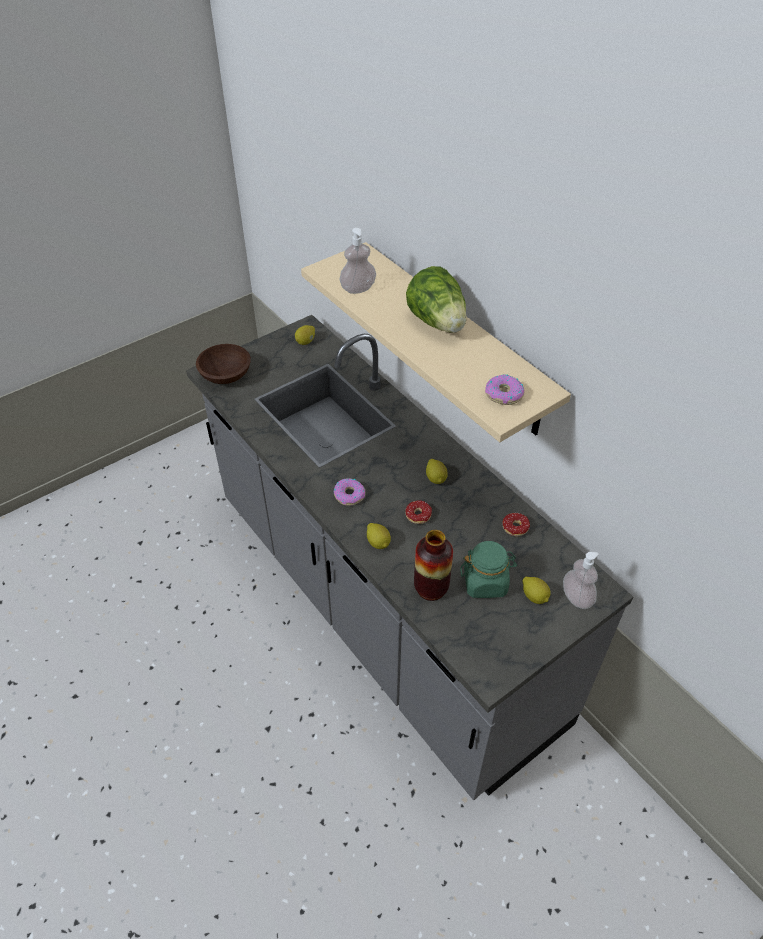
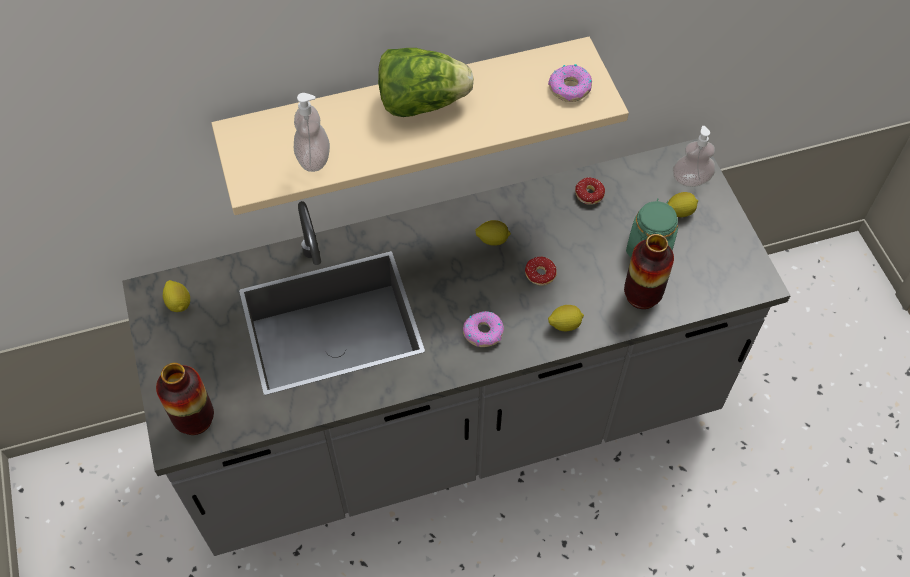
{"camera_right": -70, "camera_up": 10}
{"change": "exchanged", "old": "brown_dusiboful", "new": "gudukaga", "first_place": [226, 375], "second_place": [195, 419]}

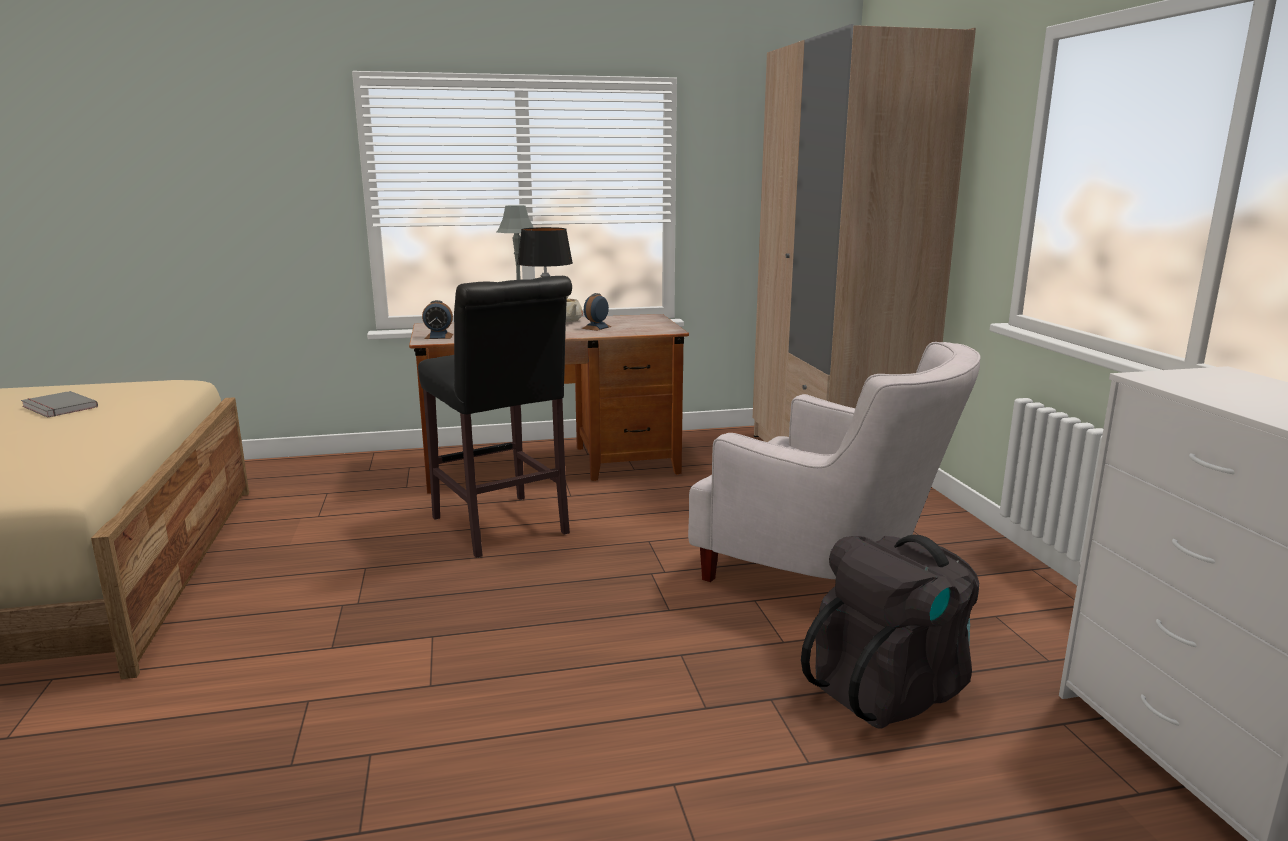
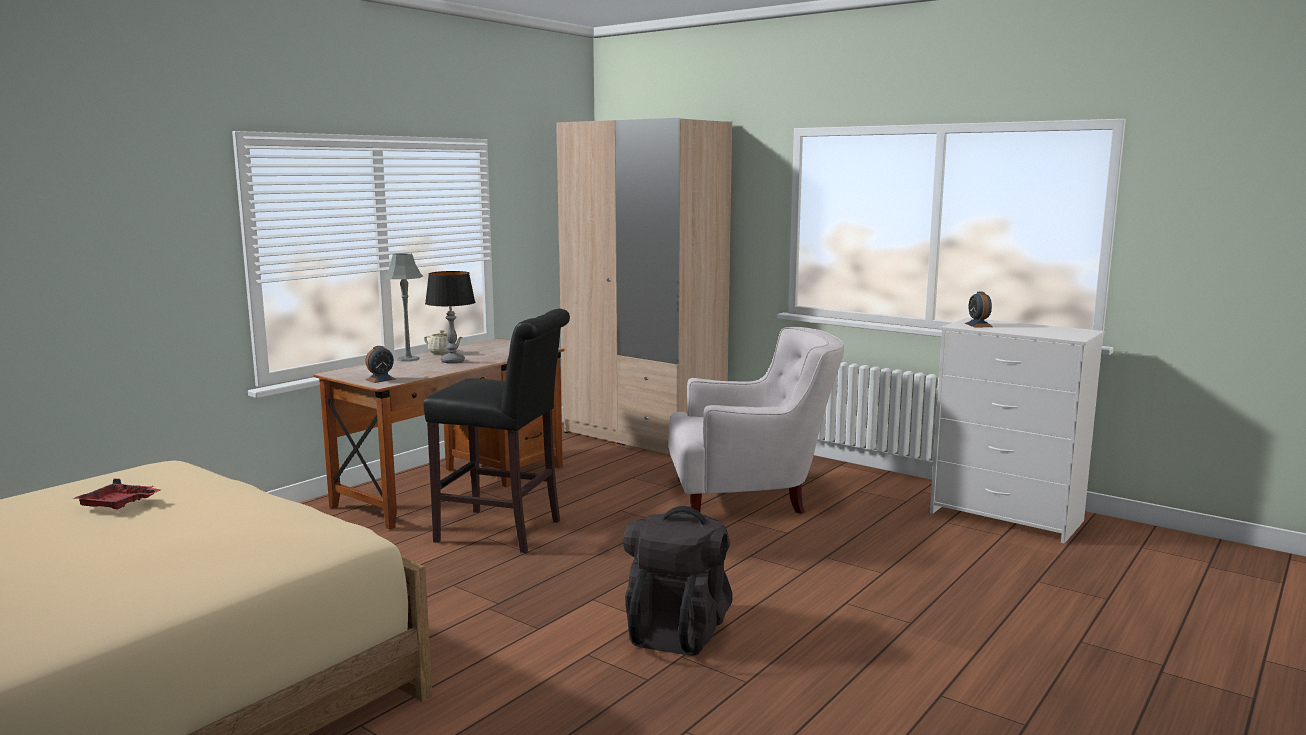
{"camera_right": -40, "camera_up": -5}
{"change": "relocated", "old": "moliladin", "first_place": [596, 327], "second_place": [978, 325]}
{"change": "exchanged", "old": "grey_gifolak", "new": "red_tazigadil", "first_place": [57, 407], "second_place": [118, 504]}
{"change": "relocated", "old": "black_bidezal", "first_place": [889, 689], "second_place": [678, 630]}

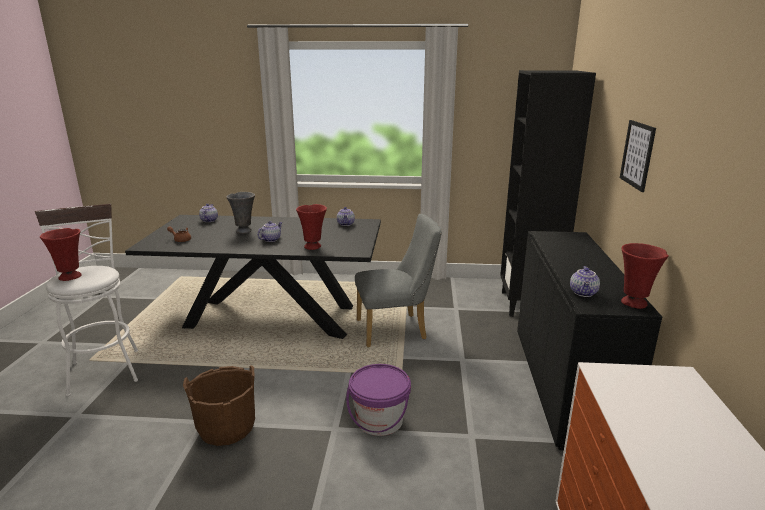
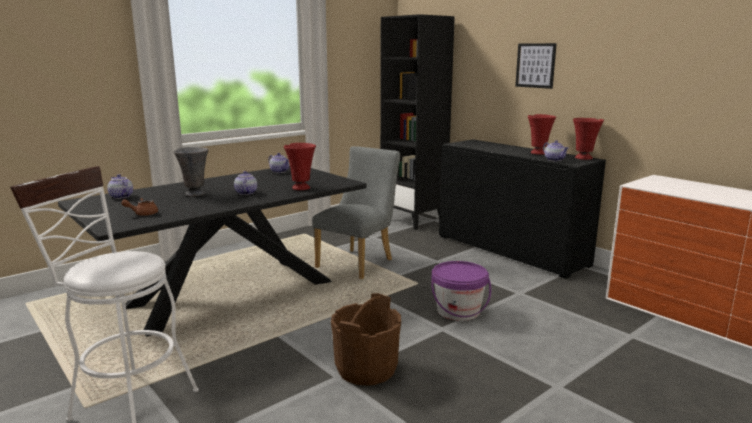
{"camera_right": -45, "camera_up": -5}
{"change": "relocated", "old": "red_gudukaga", "first_place": [71, 277], "second_place": [538, 153]}

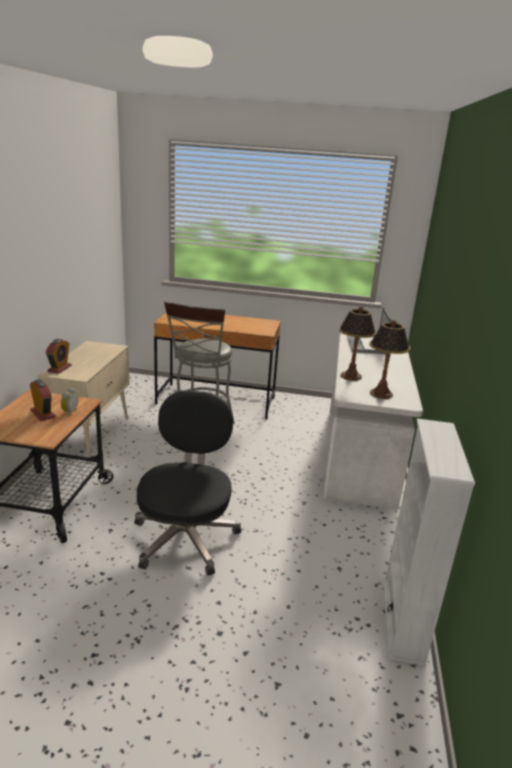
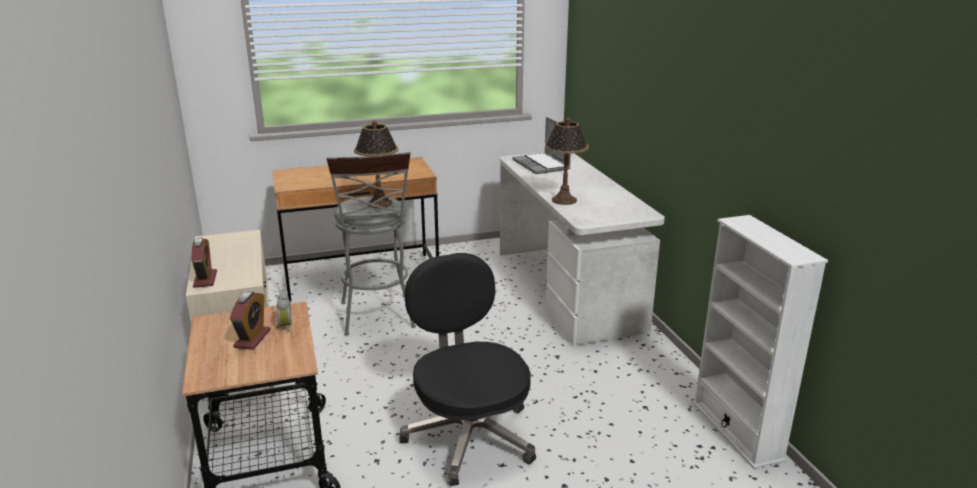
{"camera_right": -25, "camera_up": 0}
{"change": "relocated", "old": "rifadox", "first_place": [381, 393], "second_place": [379, 203]}
{"change": "spun", "old": "moliladin", "first_place": [43, 414], "second_place": [252, 339], "degrees": 75}

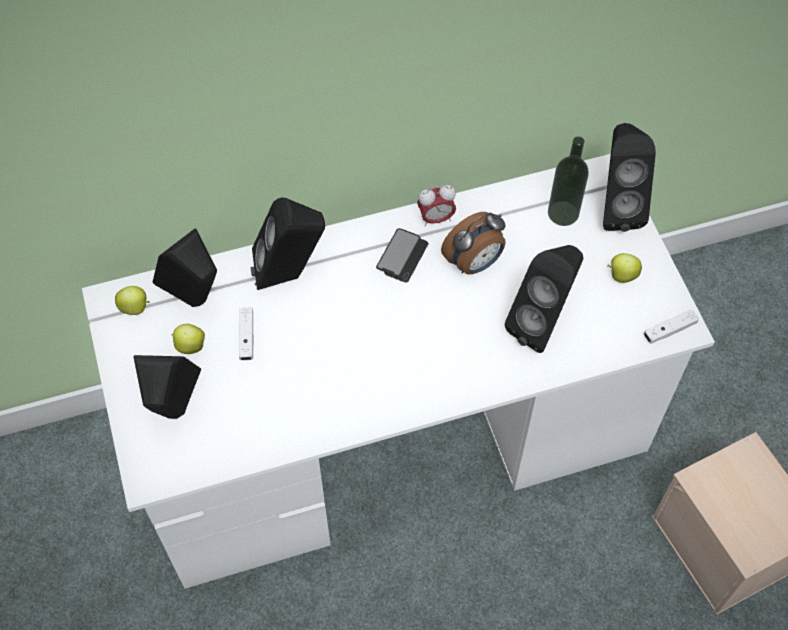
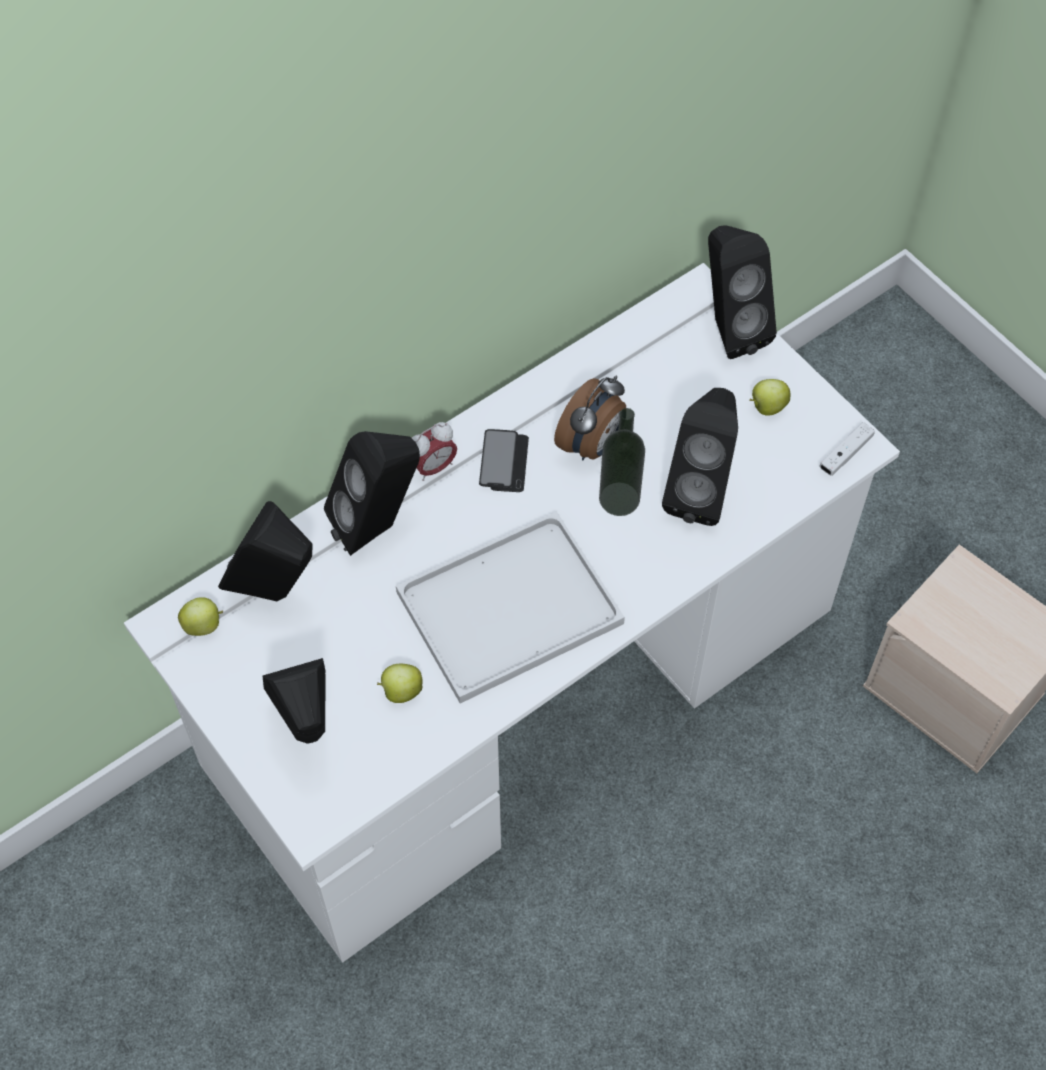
{"camera_right": -20, "camera_up": 0}
{"change": "relocated", "old": "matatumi", "first_place": [563, 213], "second_place": [619, 499]}
{"change": "relocated", "old": "moliladin", "first_place": [436, 218], "second_place": [433, 467]}
{"change": "missing", "old": "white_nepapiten", "first_place": [247, 337]}
{"change": "relocated", "old": "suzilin", "first_place": [189, 346], "second_place": [401, 691]}
{"change": "appeared", "new": "white_tazigadil", "second_place": [512, 604]}

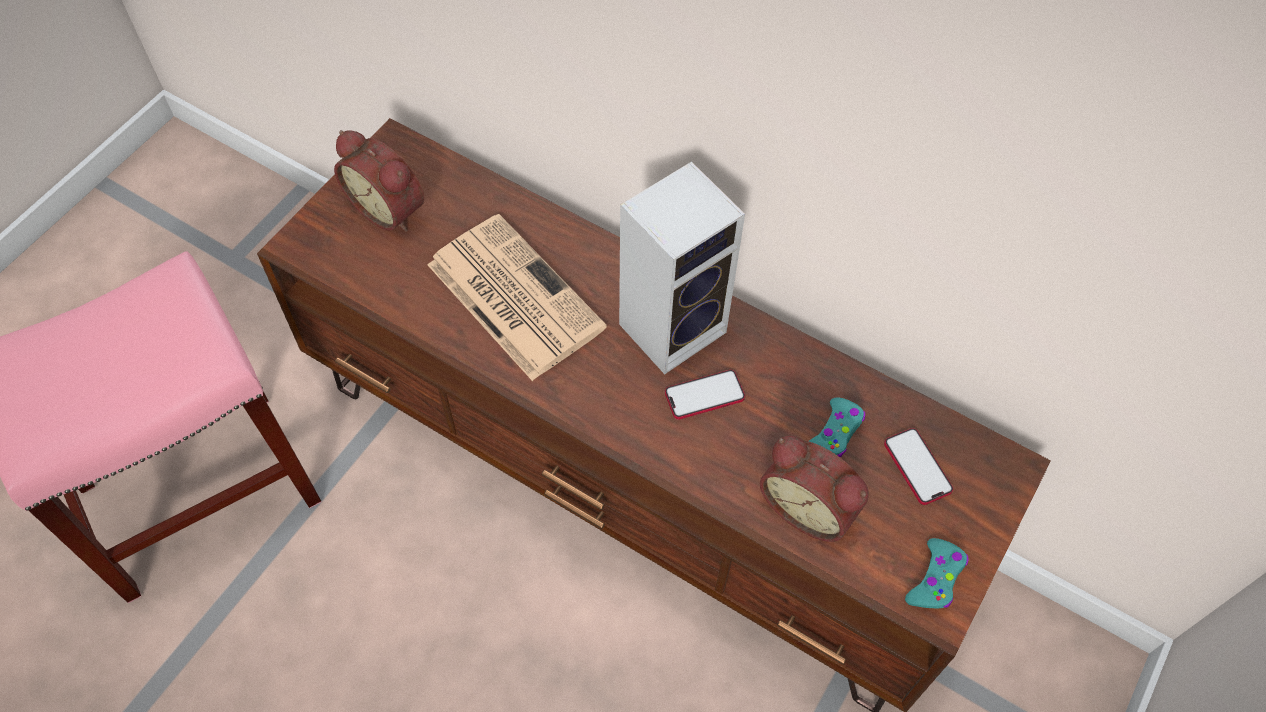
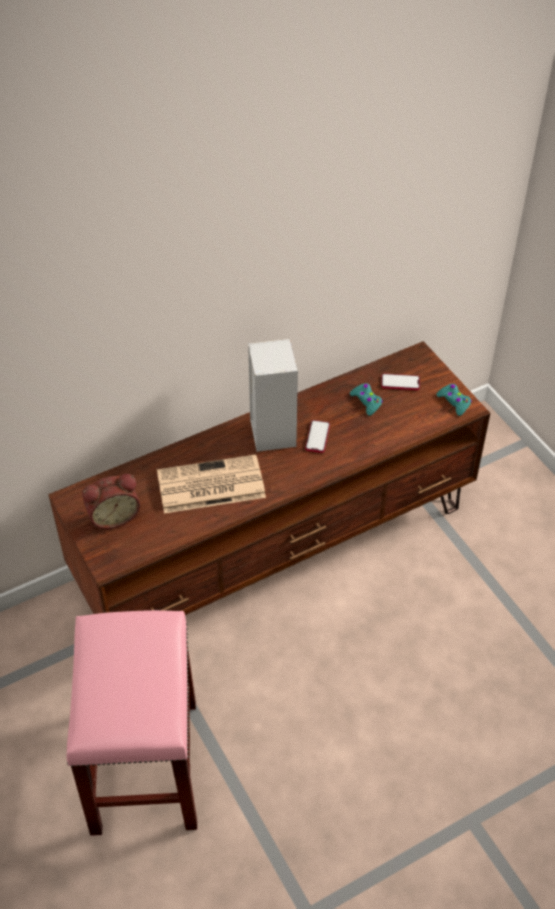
{"camera_right": -60, "camera_up": -10}
{"change": "missing", "old": "moliladin", "first_place": [809, 505]}

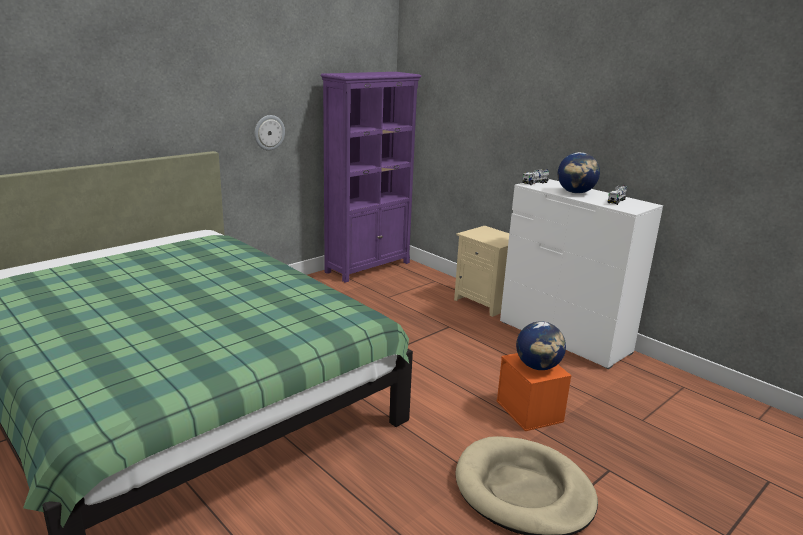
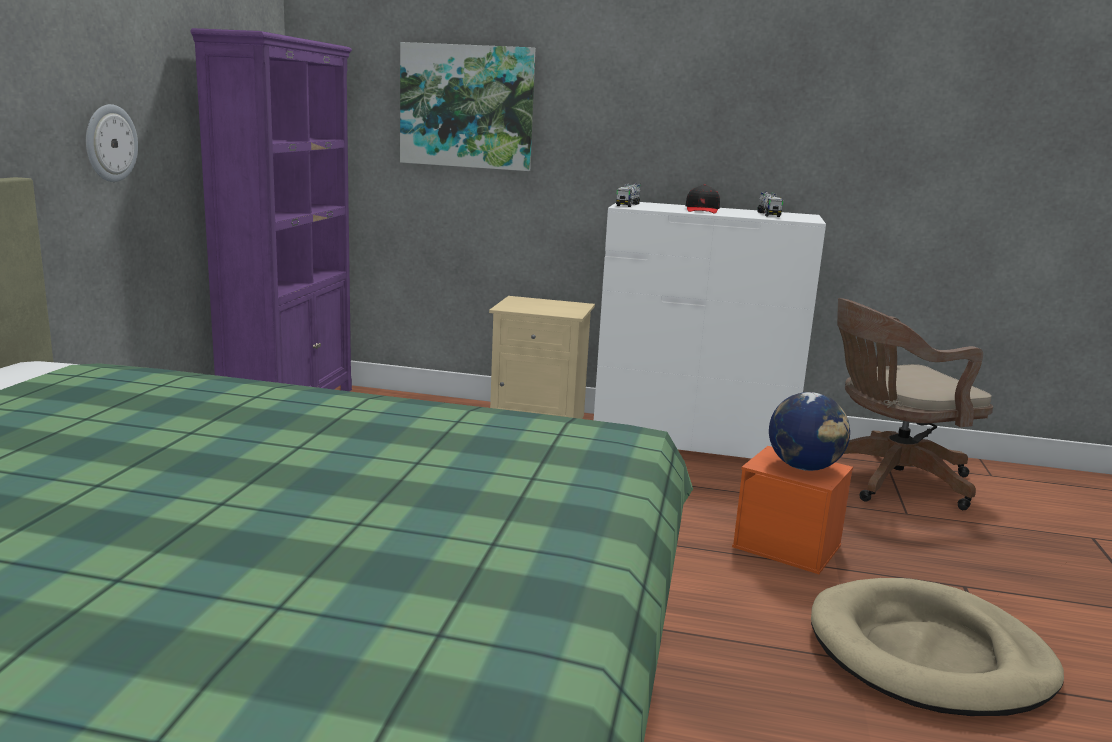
{"camera_right": -35, "camera_up": -5}
{"change": "exchanged", "old": "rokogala", "new": "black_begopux", "first_place": [575, 192], "second_place": [702, 210]}
{"change": "appeared", "new": "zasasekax", "second_place": [467, 106]}
{"change": "appeared", "new": "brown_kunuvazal", "second_place": [888, 480]}

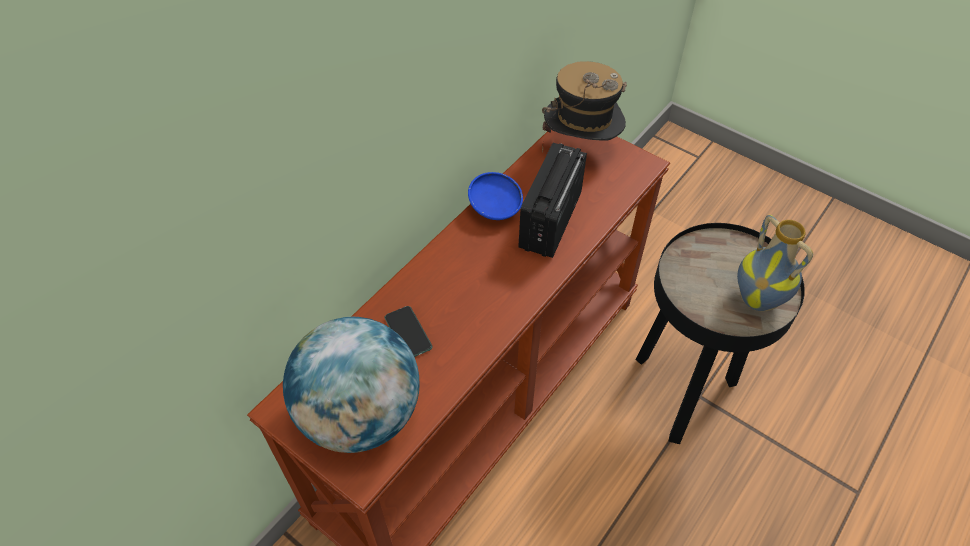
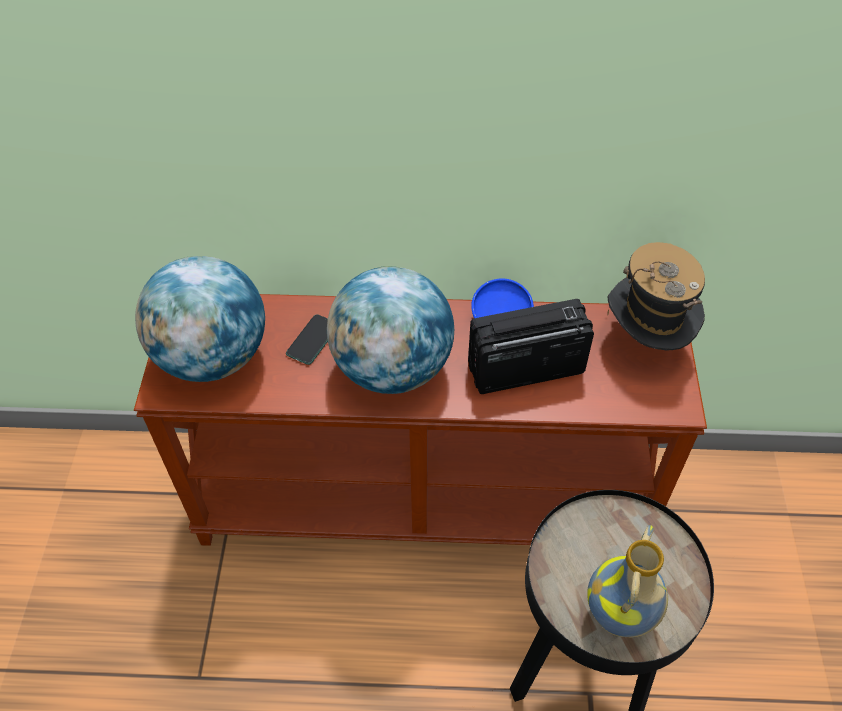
{"camera_right": 55, "camera_up": 0}
{"change": "appeared", "new": "rokogala", "second_place": [392, 368]}

